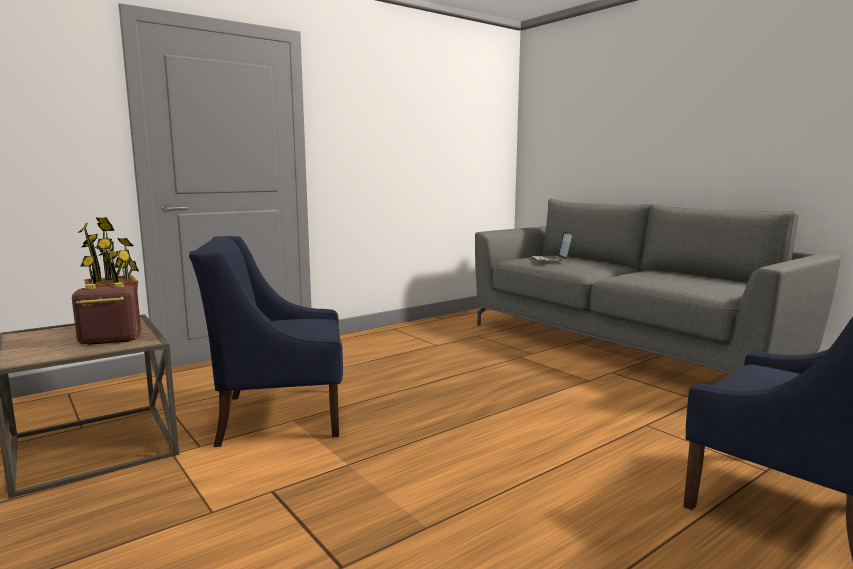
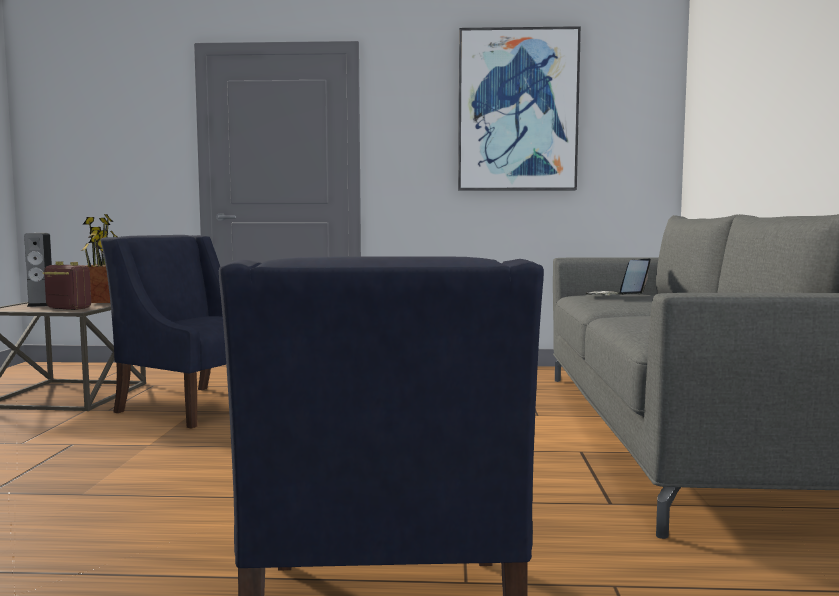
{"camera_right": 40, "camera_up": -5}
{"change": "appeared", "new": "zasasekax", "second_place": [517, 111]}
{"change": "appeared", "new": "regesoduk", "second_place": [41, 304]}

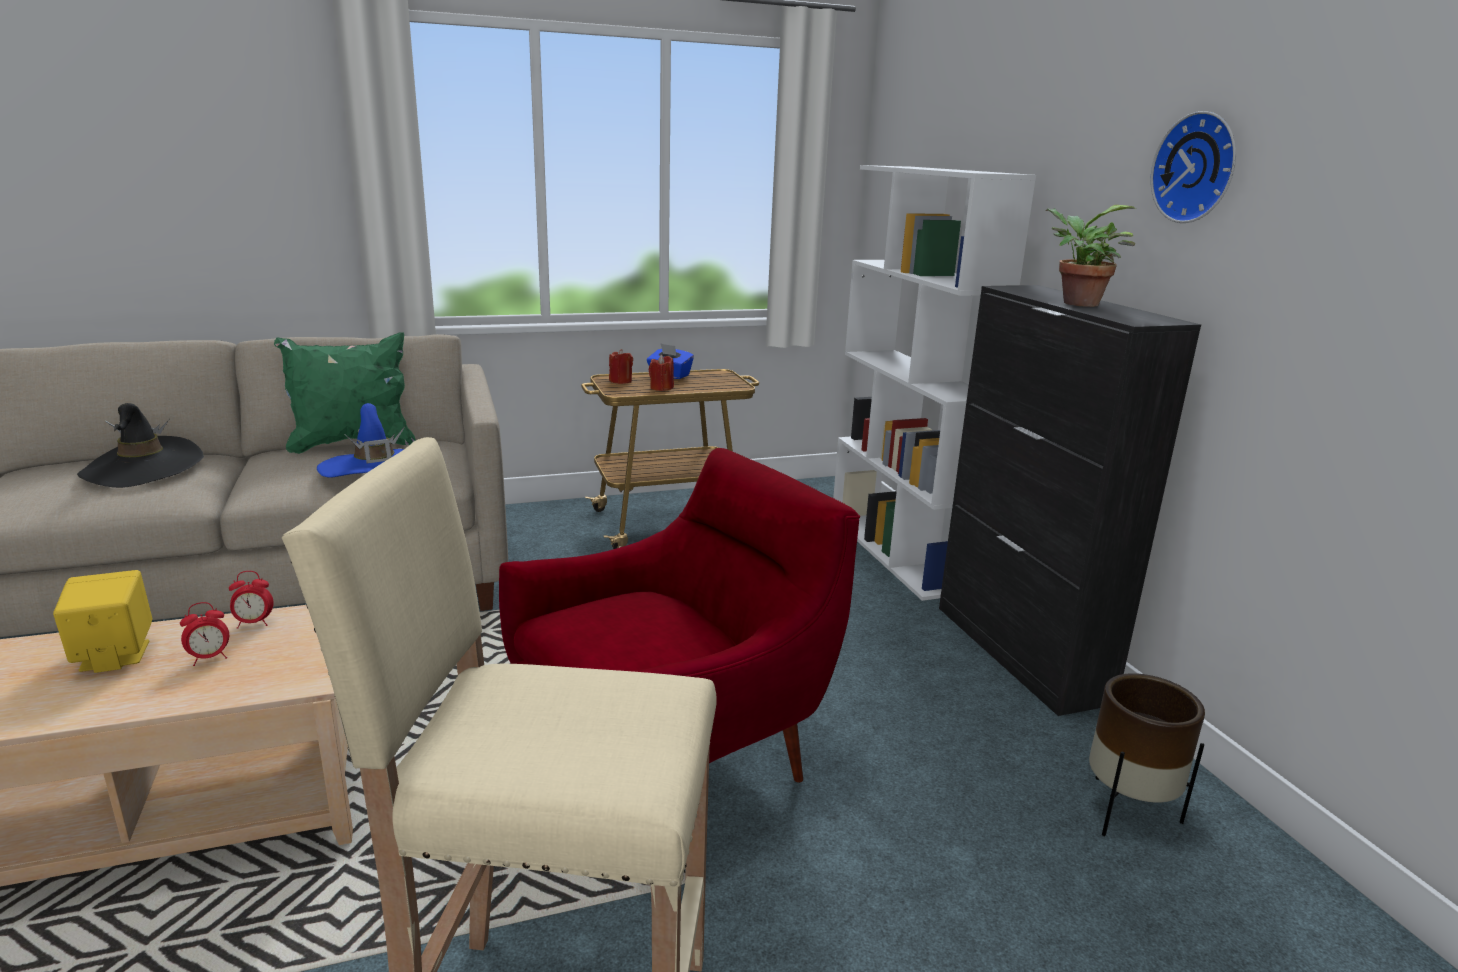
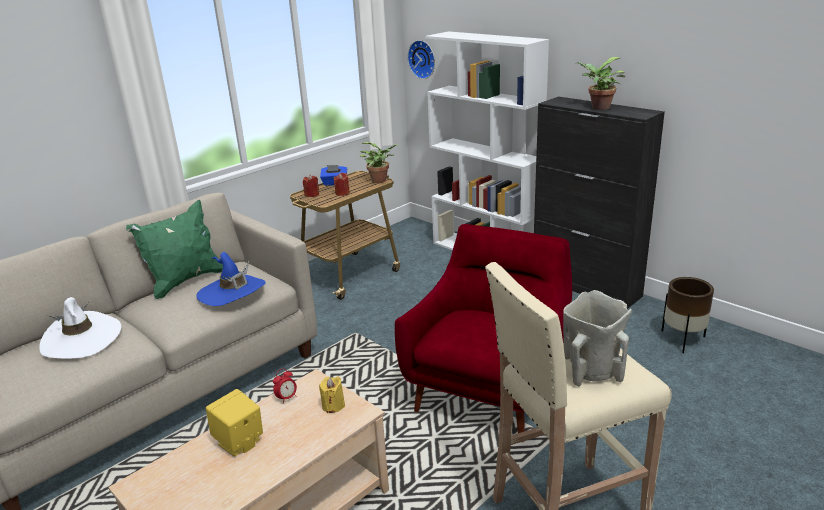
{"camera_right": -25, "camera_up": 5}
{"change": "relocated", "old": "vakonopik", "first_place": [1198, 168], "second_place": [423, 59]}
{"change": "colour", "old": "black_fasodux", "new": "white_fasodux", "first_place": [143, 468], "second_place": [81, 339]}
{"change": "missing", "old": "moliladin", "first_place": [209, 658]}
{"change": "appeared", "new": "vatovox", "second_place": [381, 180]}
{"change": "appeared", "new": "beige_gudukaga", "second_place": [591, 372]}
{"change": "appeared", "new": "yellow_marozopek", "second_place": [333, 406]}

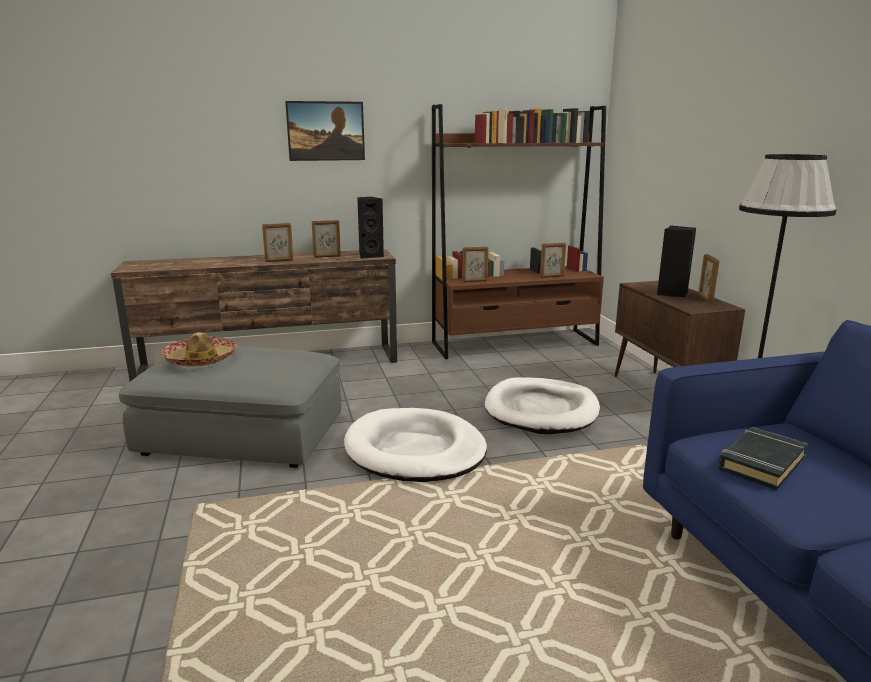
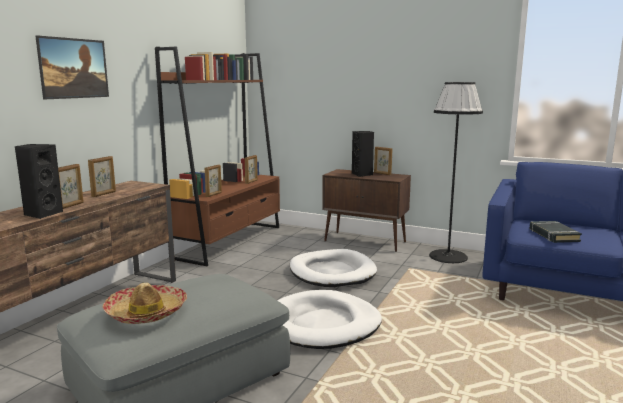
{"camera_right": -50, "camera_up": -5}
{"change": "relocated", "old": "black_regesoduk", "first_place": [370, 256], "second_place": [42, 214]}

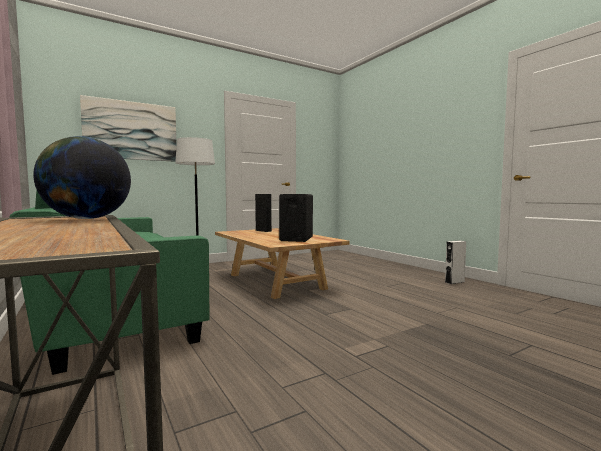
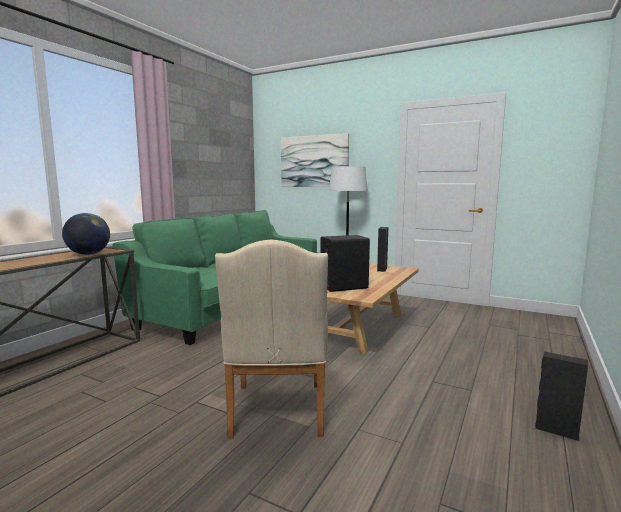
{"camera_right": 60, "camera_up": 5}
{"change": "colour", "old": "white_regesoduk", "new": "black_regesoduk", "first_place": [454, 282], "second_place": [556, 430]}
{"change": "appeared", "new": "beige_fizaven", "second_place": [277, 413]}

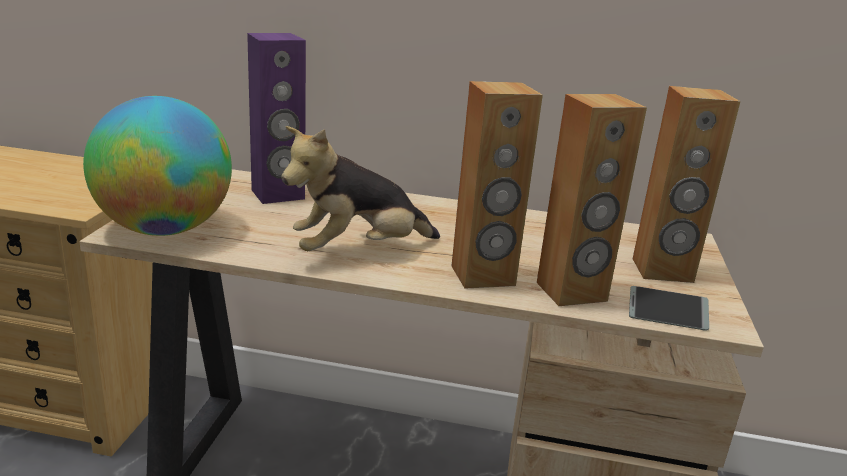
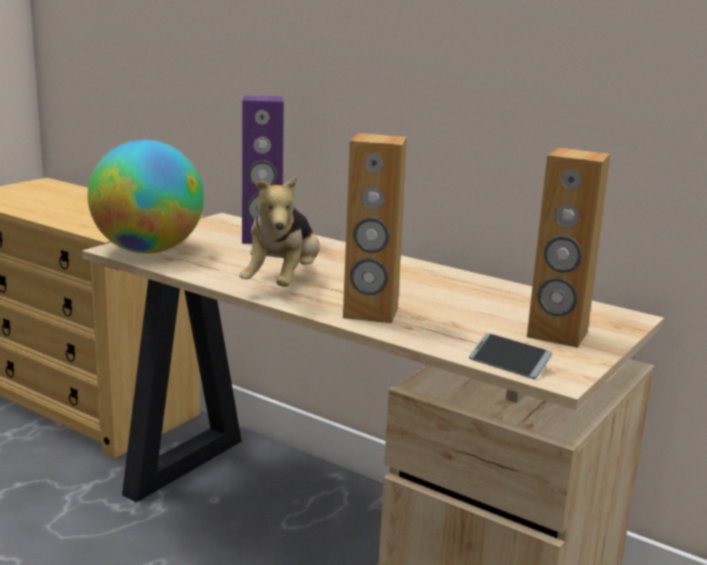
{"camera_right": 25, "camera_up": -5}
{"change": "missing", "old": "brown_regesoduk", "first_place": [572, 292]}
{"change": "spun", "old": "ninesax", "first_place": [358, 251], "second_place": [283, 283], "degrees": -75}

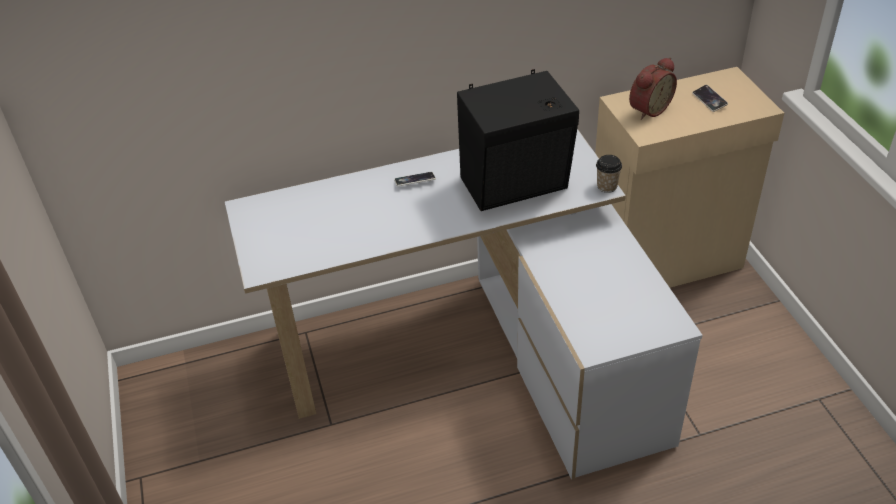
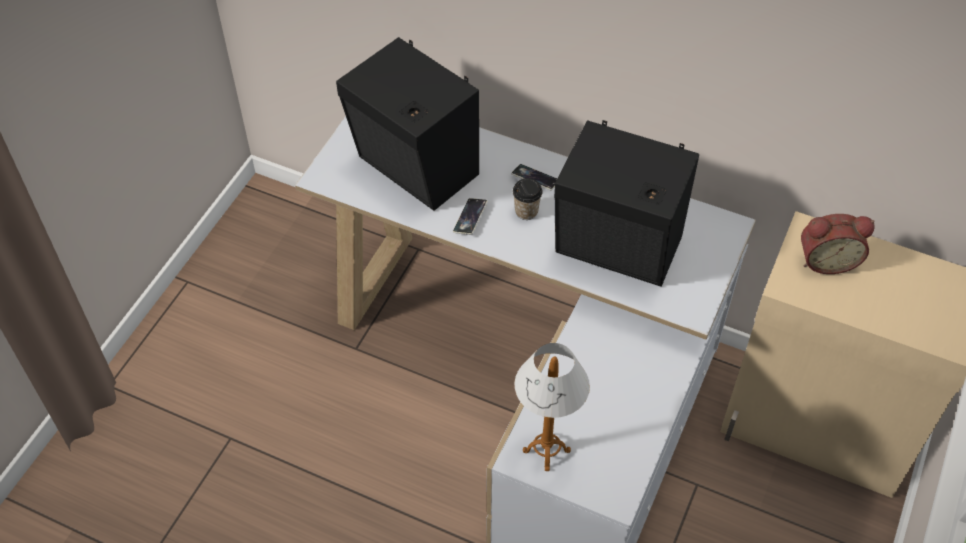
{"camera_right": 40, "camera_up": 10}
{"change": "relocated", "old": "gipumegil", "first_place": [709, 100], "second_place": [470, 218]}
{"change": "relocated", "old": "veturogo", "first_place": [607, 186], "second_place": [526, 211]}
{"change": "appeared", "new": "black_regesoduk", "second_place": [416, 170]}
{"change": "appeared", "new": "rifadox", "second_place": [546, 451]}

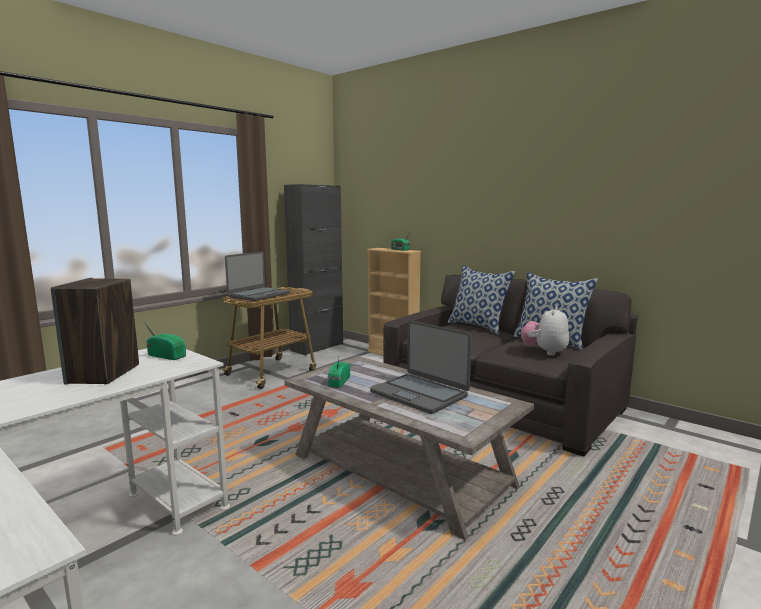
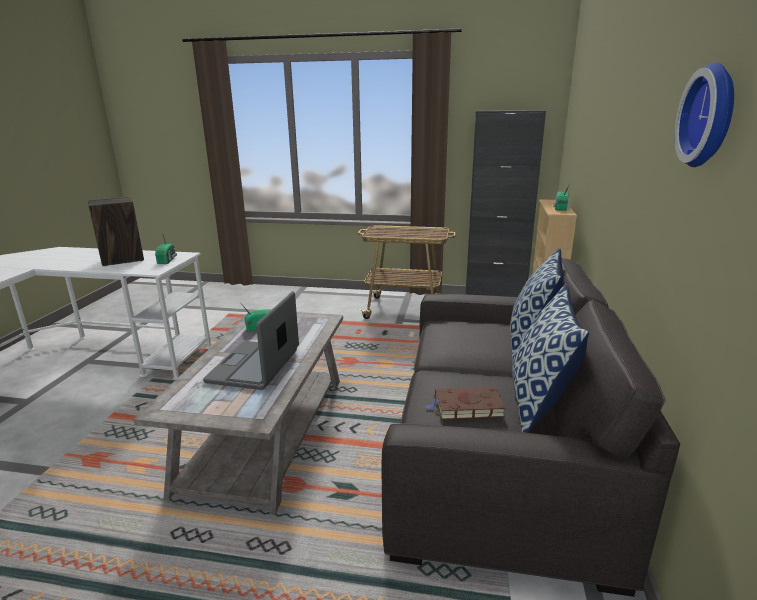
{"camera_right": 60, "camera_up": 10}
{"change": "missing", "old": "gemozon", "first_place": [259, 295]}
{"change": "exchanged", "old": "ninesax", "new": "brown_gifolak", "first_place": [544, 352], "second_place": [466, 407]}
{"change": "appeared", "new": "vakonopik", "second_place": [712, 116]}

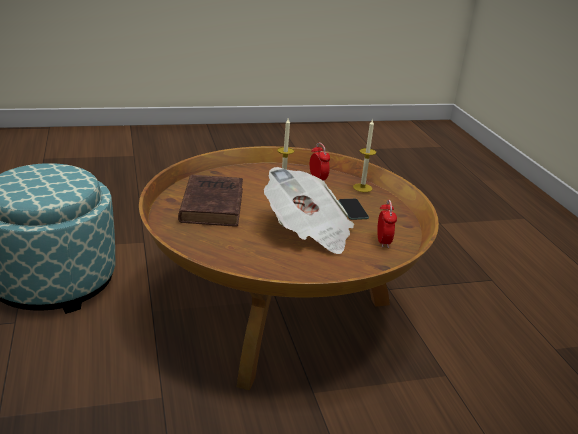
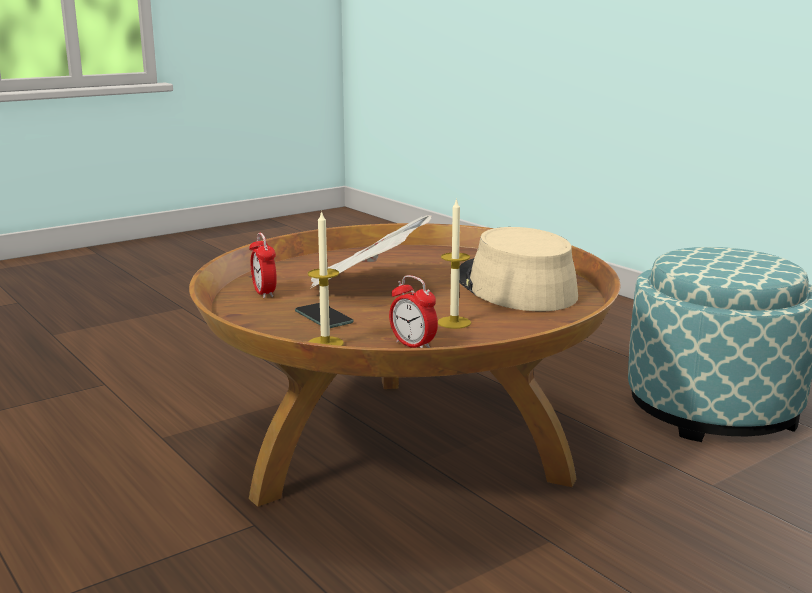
{"camera_right": 160, "camera_up": -10}
{"change": "exchanged", "old": "brown_gifolak", "new": "beige_fasodux", "first_place": [212, 204], "second_place": [514, 287]}

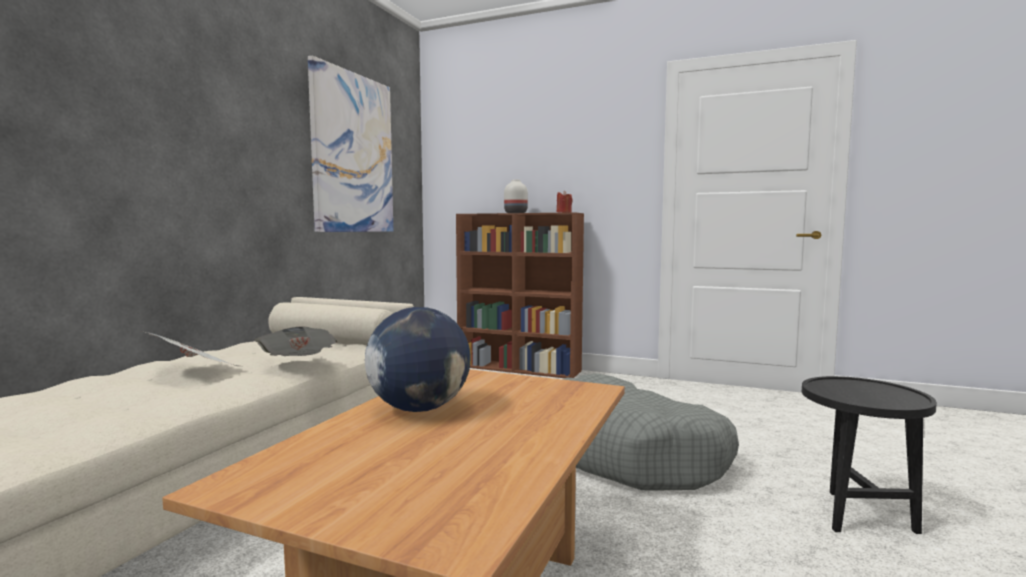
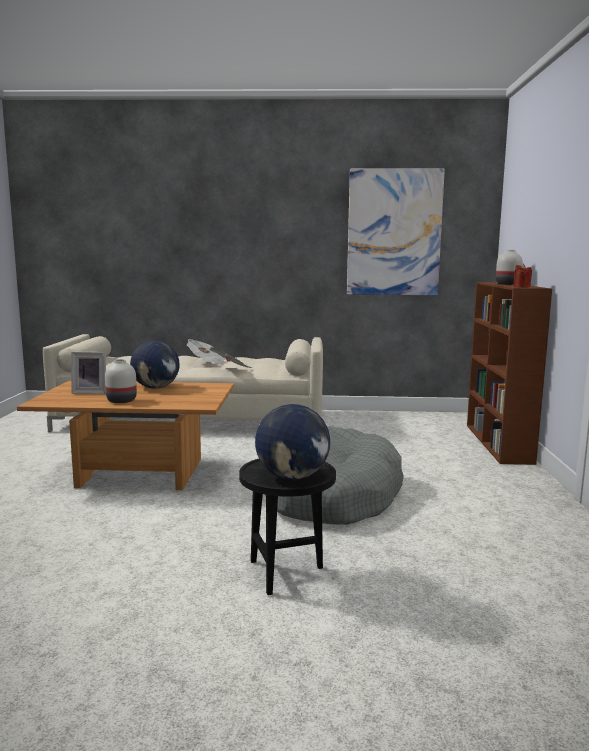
{"camera_right": 70, "camera_up": 5}
{"change": "appeared", "new": "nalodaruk", "second_place": [91, 392]}
{"change": "appeared", "new": "white_gudukaga", "second_place": [122, 401]}
{"change": "appeared", "new": "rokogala", "second_place": [292, 477]}

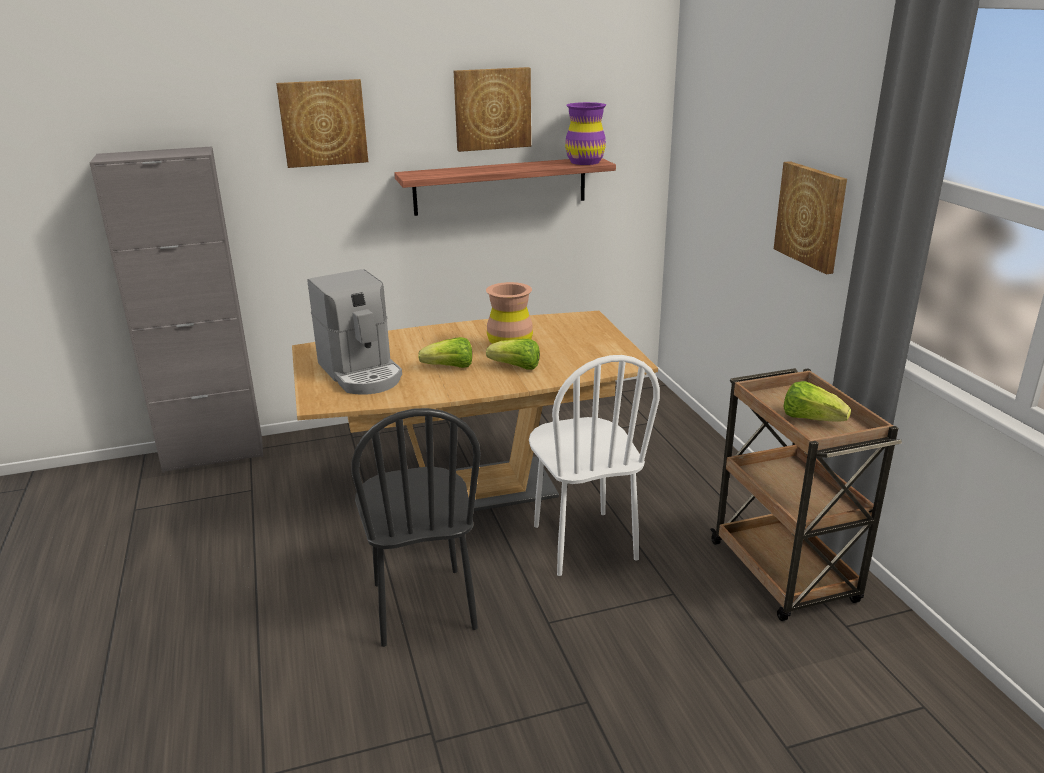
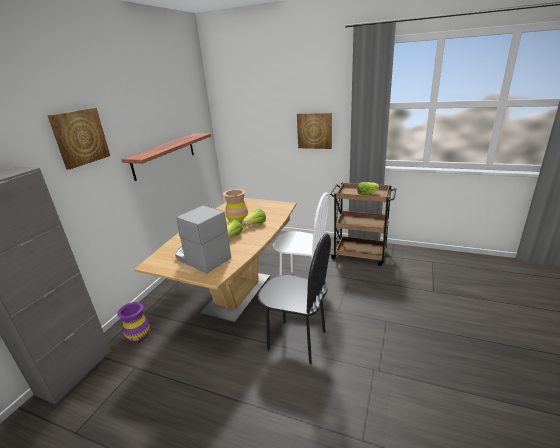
{"camera_right": -50, "camera_up": 0}
{"change": "missing", "old": "zasasekax", "first_place": [492, 109]}
{"change": "relocated", "old": "purple_gudukaga", "first_place": [585, 162], "second_place": [139, 336]}
{"change": "spun", "old": "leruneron", "first_place": [361, 373], "second_place": [201, 258], "degrees": -150}

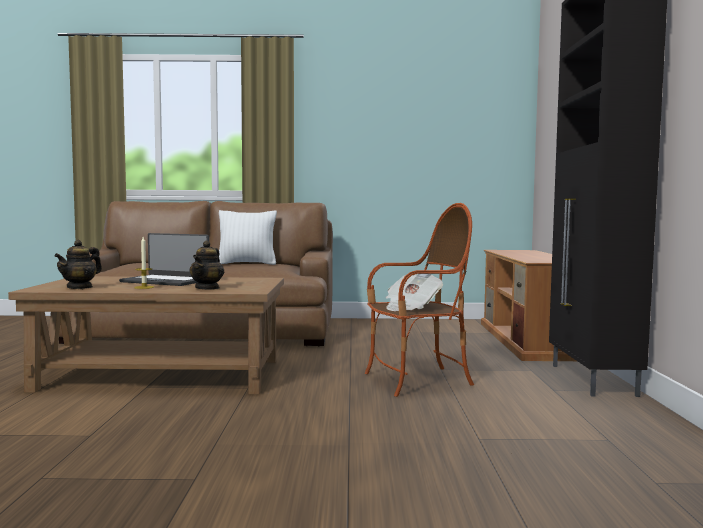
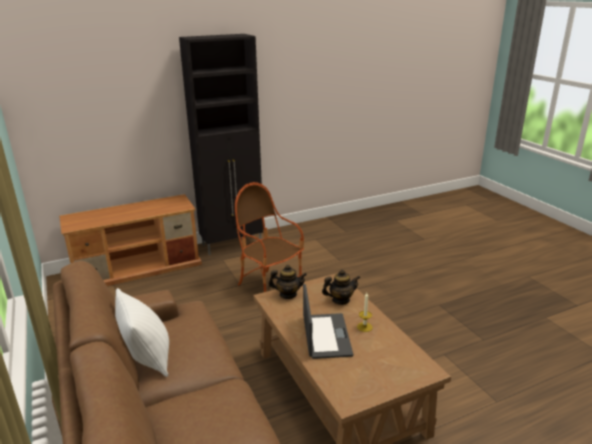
{"camera_right": -115, "camera_up": 20}
{"change": "relocated", "old": "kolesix", "first_place": [80, 287], "second_place": [288, 294]}
{"change": "missing", "old": "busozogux", "first_place": [411, 307]}

